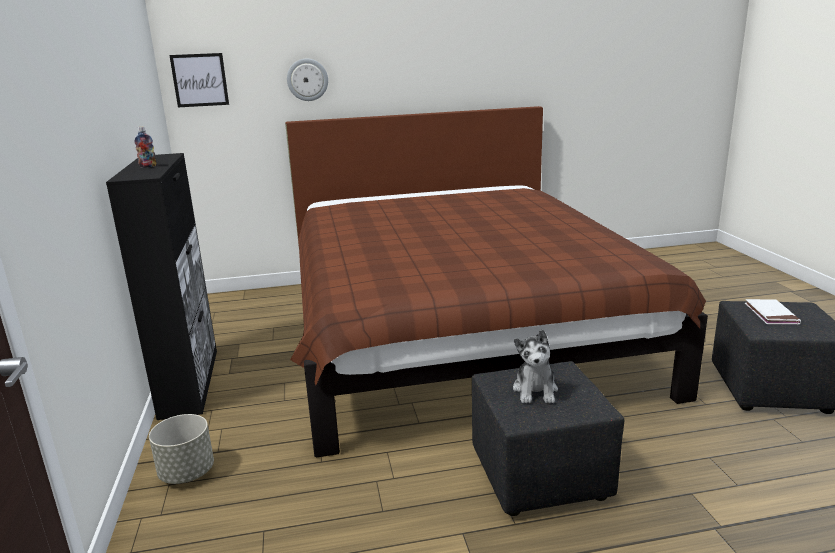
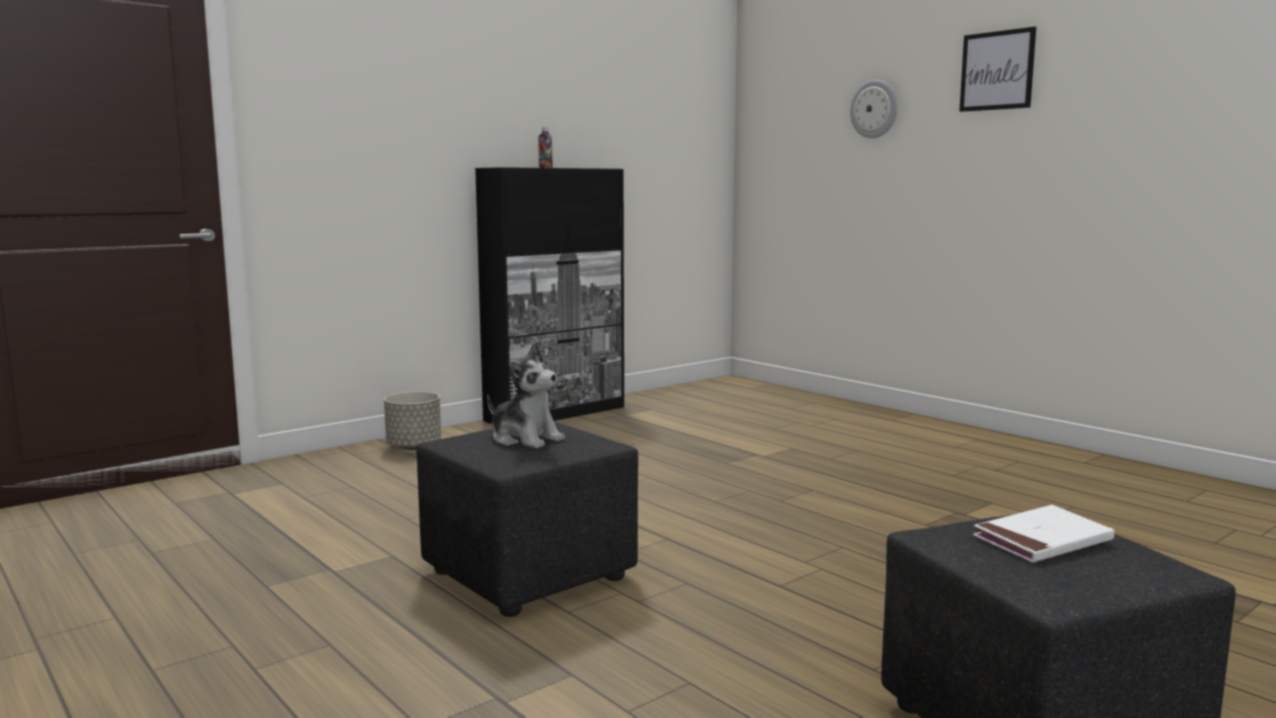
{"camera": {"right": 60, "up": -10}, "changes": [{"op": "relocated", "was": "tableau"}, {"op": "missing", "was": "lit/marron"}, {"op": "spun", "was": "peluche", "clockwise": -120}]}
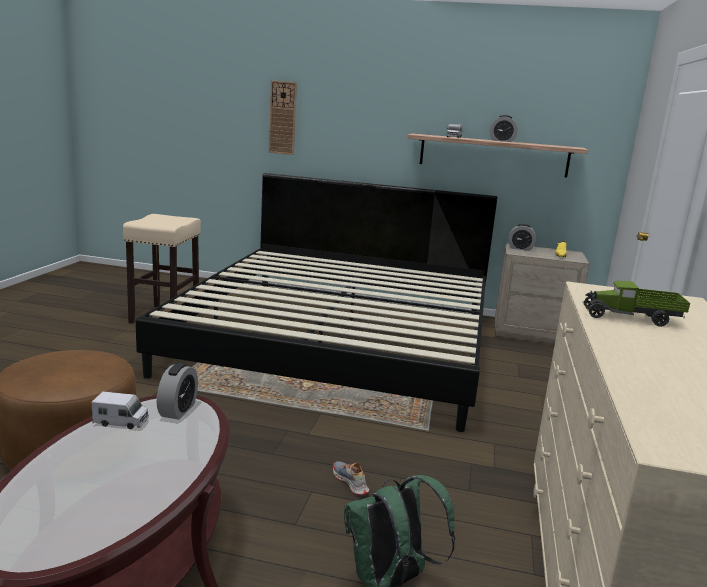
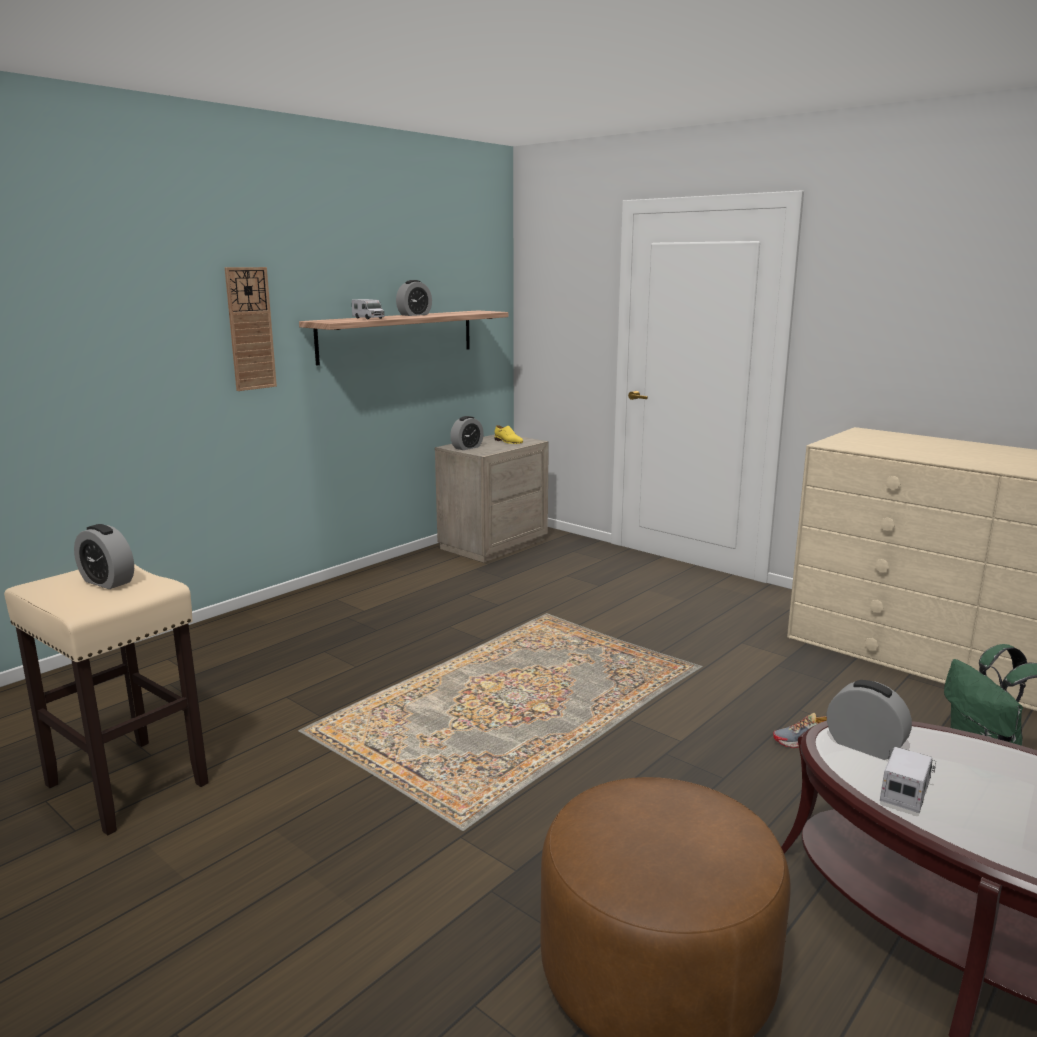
{"camera": {"right": -60, "up": 0}, "changes": [{"op": "missing", "was": "lit"}, {"op": "relocated", "was": "horloge murale"}, {"op": "missing", "was": "camion jouet (no. 3 from left)"}, {"op": "appeared", "now": "réveil (no. 1 from left)"}]}
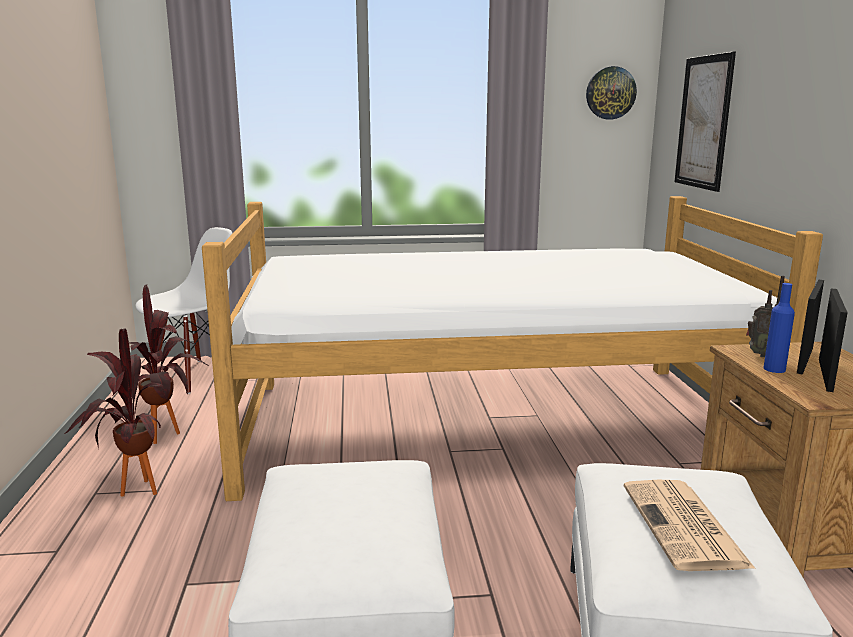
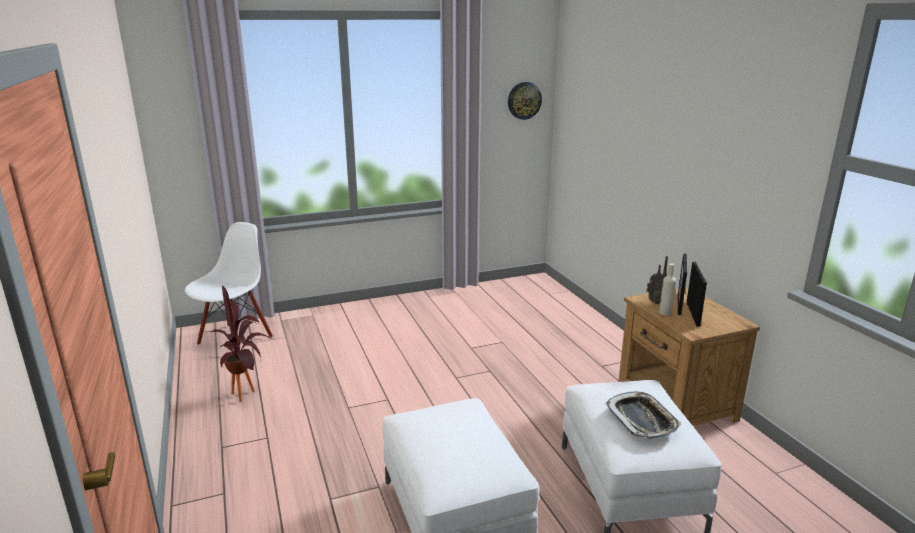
{"camera": {"right": -15, "up": 5}, "changes": [{"op": "missing", "was": "plante en pot (no. 1 from left)"}, {"op": "missing", "was": "lit"}, {"op": "exchanged", "was": "journal", "now": "plateau"}, {"op": "missing", "was": "tableau"}, {"op": "colour", "was": "bouteille/bleu", "now": "bouteille/beige"}]}
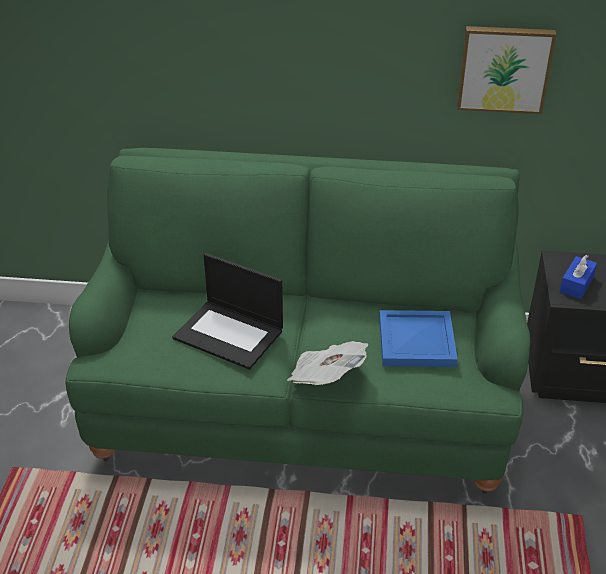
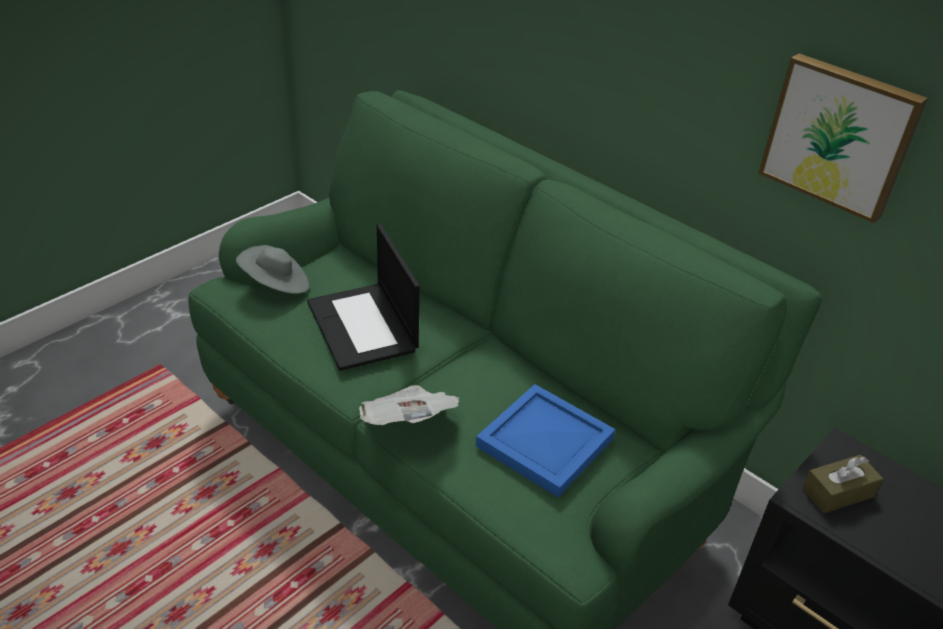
{"camera": {"right": 35, "up": 0}, "changes": [{"op": "colour", "was": "boîte à mouchoirs/bleu", "now": "boîte à mouchoirs/marron"}, {"op": "appeared", "now": "chapeau/gris"}]}
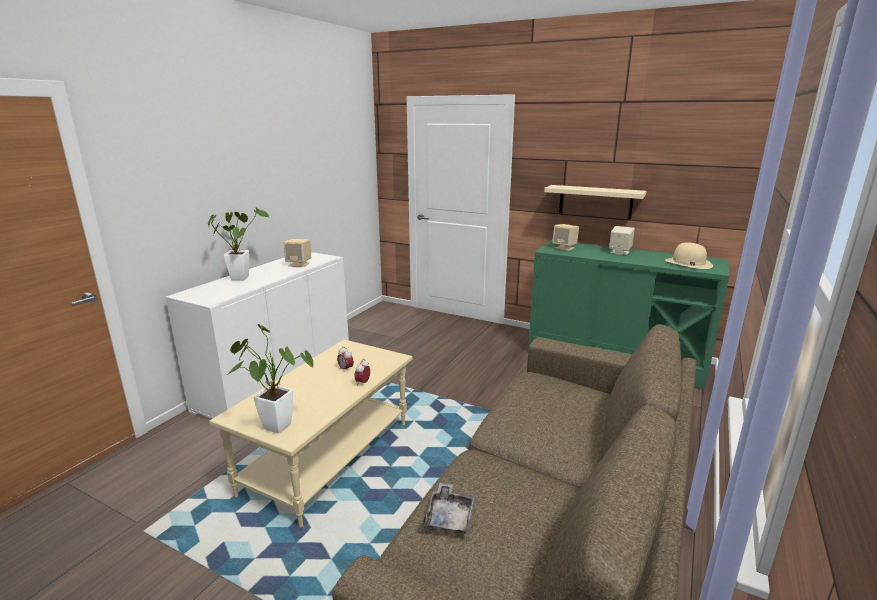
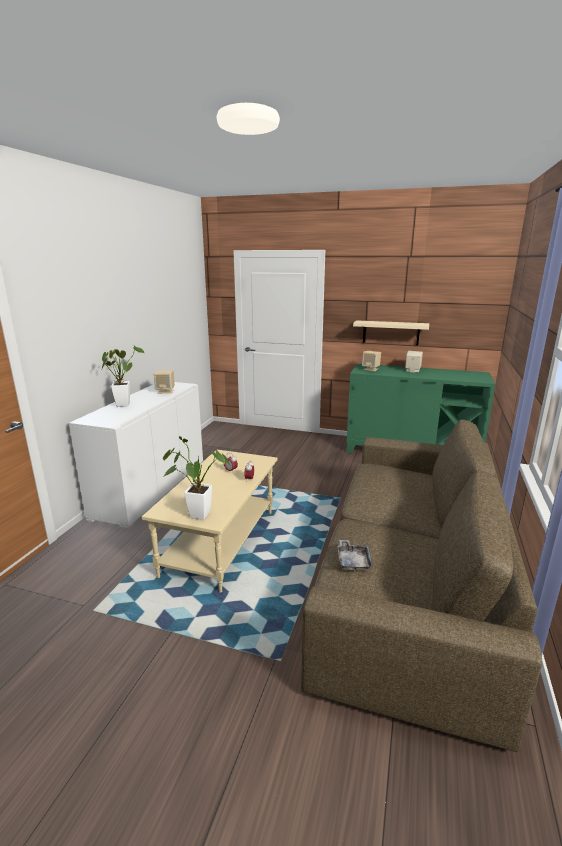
{"camera": {"right": -10, "up": 0}, "changes": [{"op": "missing", "was": "chapeau/beige"}]}
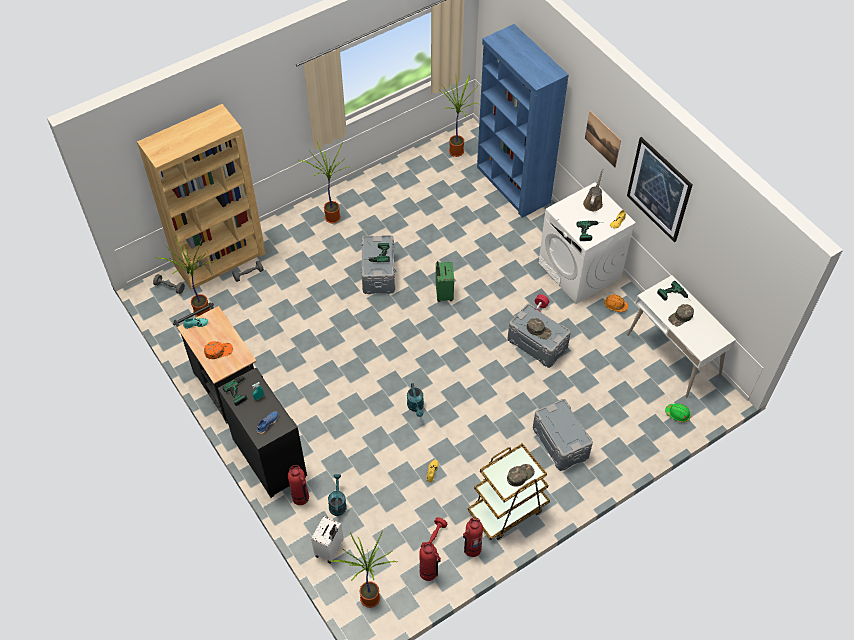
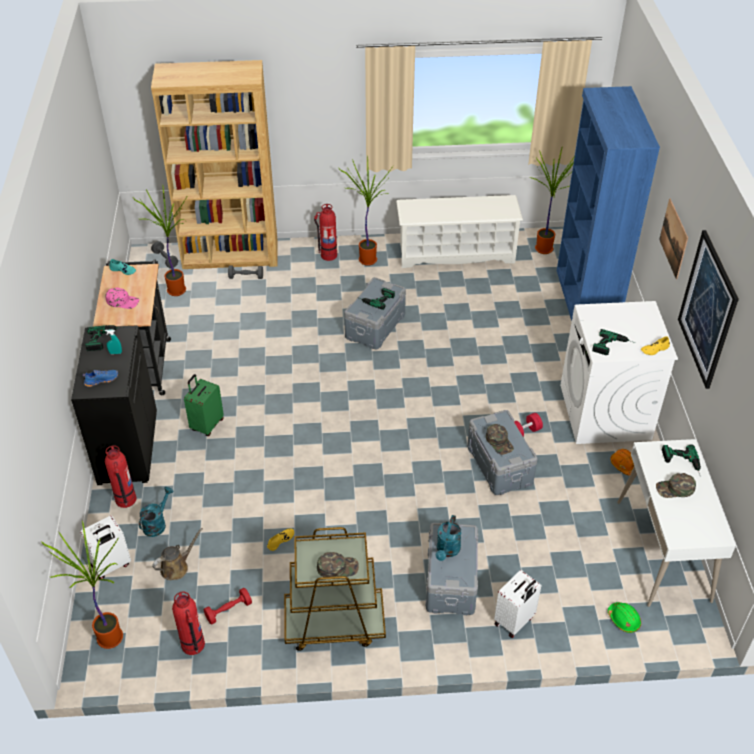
{"camera": {"right": 30, "up": -10}, "changes": [{"op": "colour", "was": "casquette/orange", "now": "casquette/rose"}, {"op": "relocated", "was": "arrosoir/turquoise (no. 2 from left)"}, {"op": "relocated", "was": "valise/vert"}, {"op": "relocated", "was": "extincteur (no. 3 from left)"}, {"op": "relocated", "was": "arrosoir/marron"}, {"op": "appeared", "now": "étagère à chaussures/blanc"}, {"op": "appeared", "now": "valise/blanc (no. 2 from left)"}]}
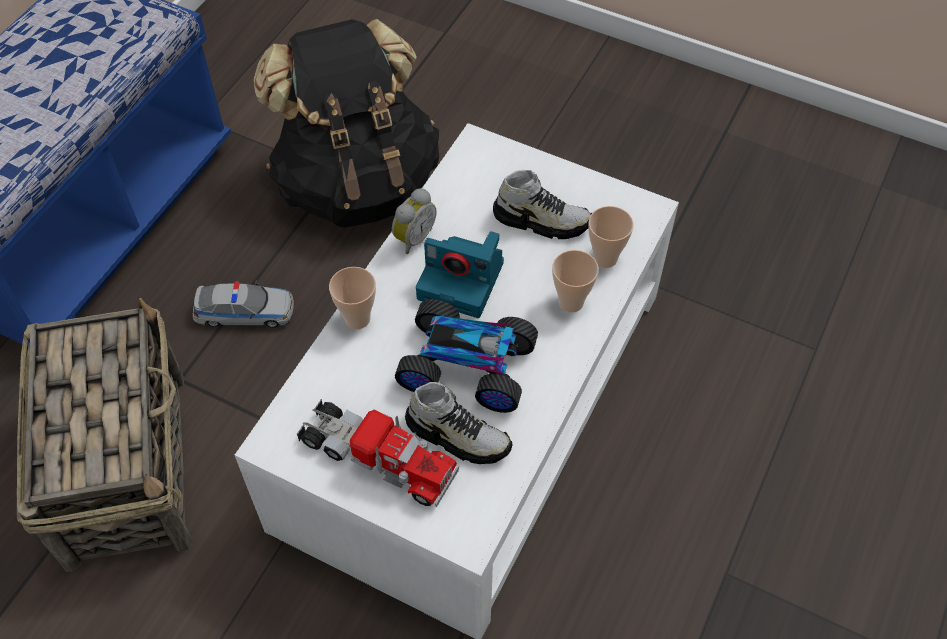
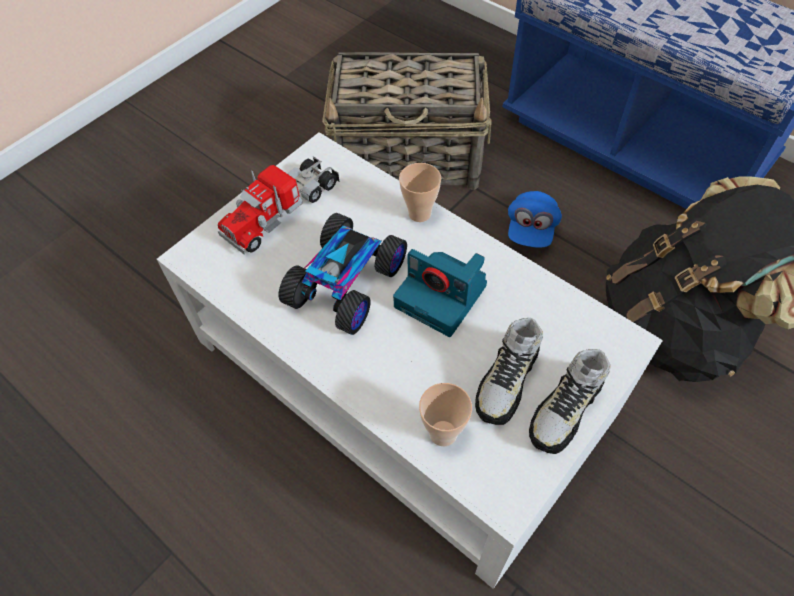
{"camera": {"right": 105, "up": 0}, "changes": [{"op": "exchanged", "was": "petite voiture (no. 1 from left)", "now": "casquette/bleu"}, {"op": "missing", "was": "réveil"}, {"op": "relocated", "was": "chaussure (no. 1 from left in the first image)", "now": "chaussure (no. 2 from left)"}, {"op": "spun", "was": "appareil photo", "clockwise": -90}, {"op": "missing", "was": "tasse (no. 2 from left)"}]}
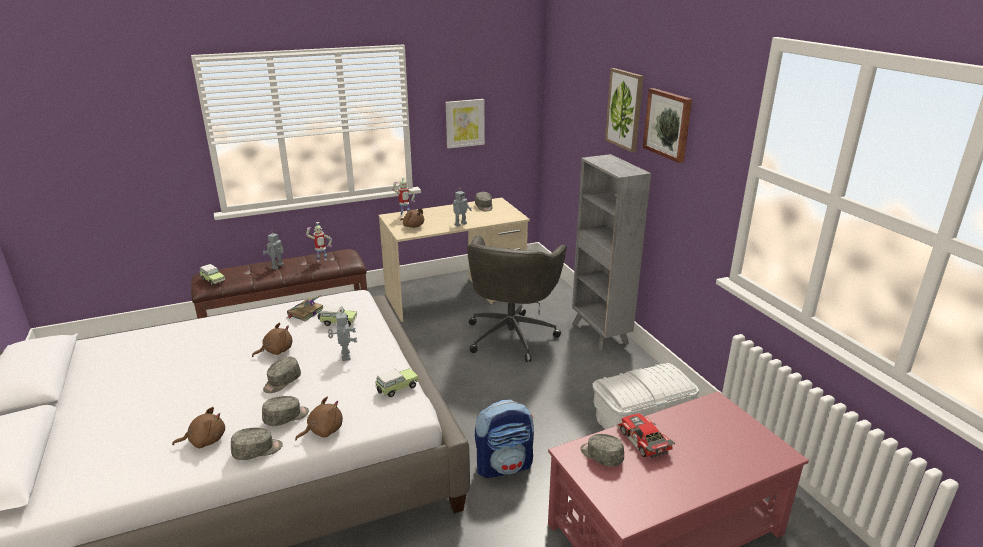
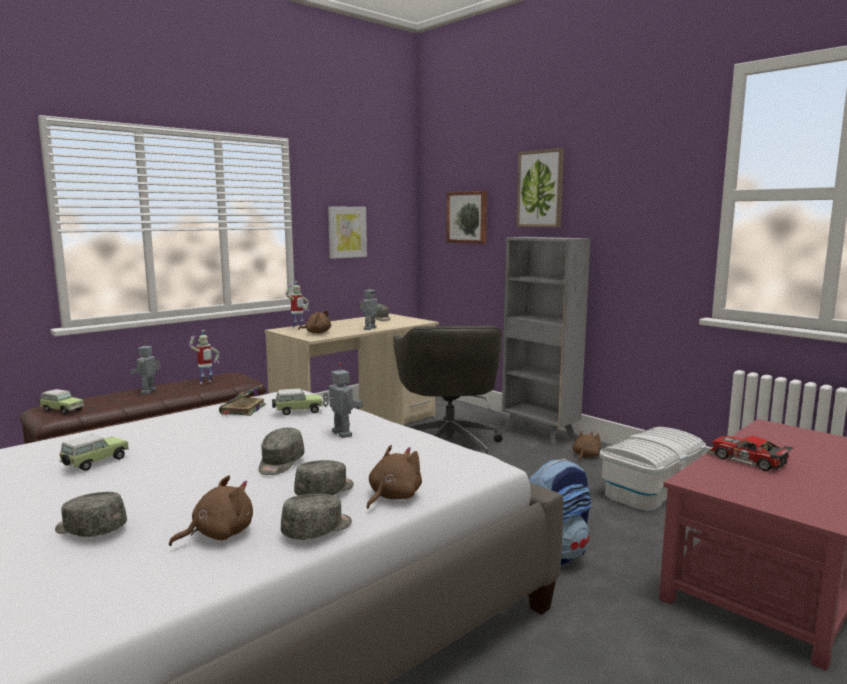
{"camera": {"right": -20, "up": -15}, "changes": [{"op": "relocated", "was": "peluche/marron (no. 2 from left in the first image)", "now": "peluche/marron (no. 4 from left)"}, {"op": "relocated", "was": "petite voiture (no. 3 from left in the first image)", "now": "petite voiture (no. 2 from left)"}, {"op": "relocated", "was": "casquette/gris (no. 5 from left in the first image)", "now": "casquette/gris (no. 1 from left)"}, {"op": "relocated", "was": "tableau (no. 3 from left in the first image)", "now": "tableau (no. 2 from left)"}]}
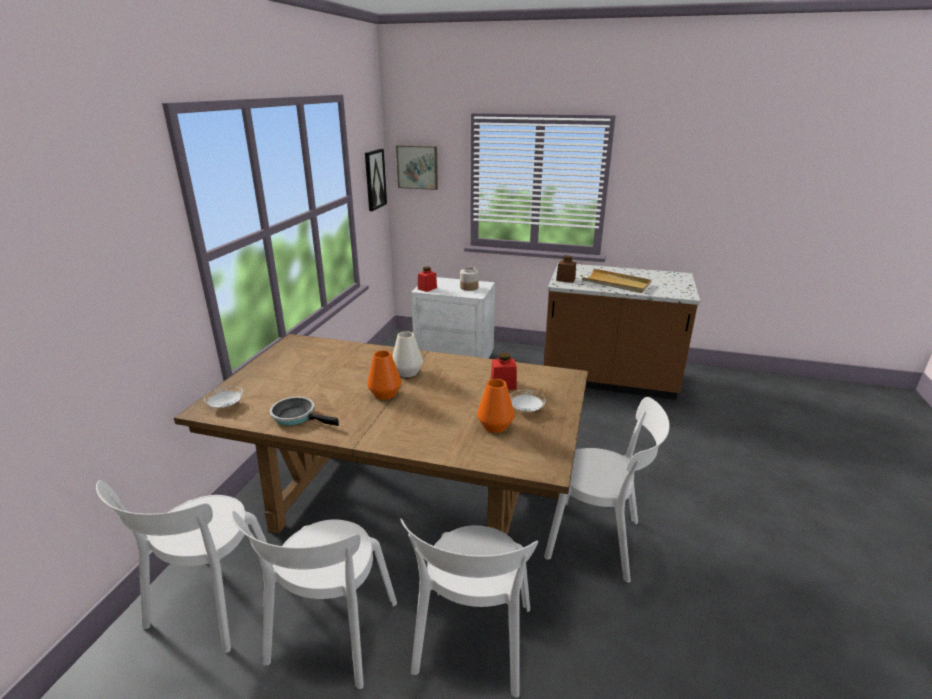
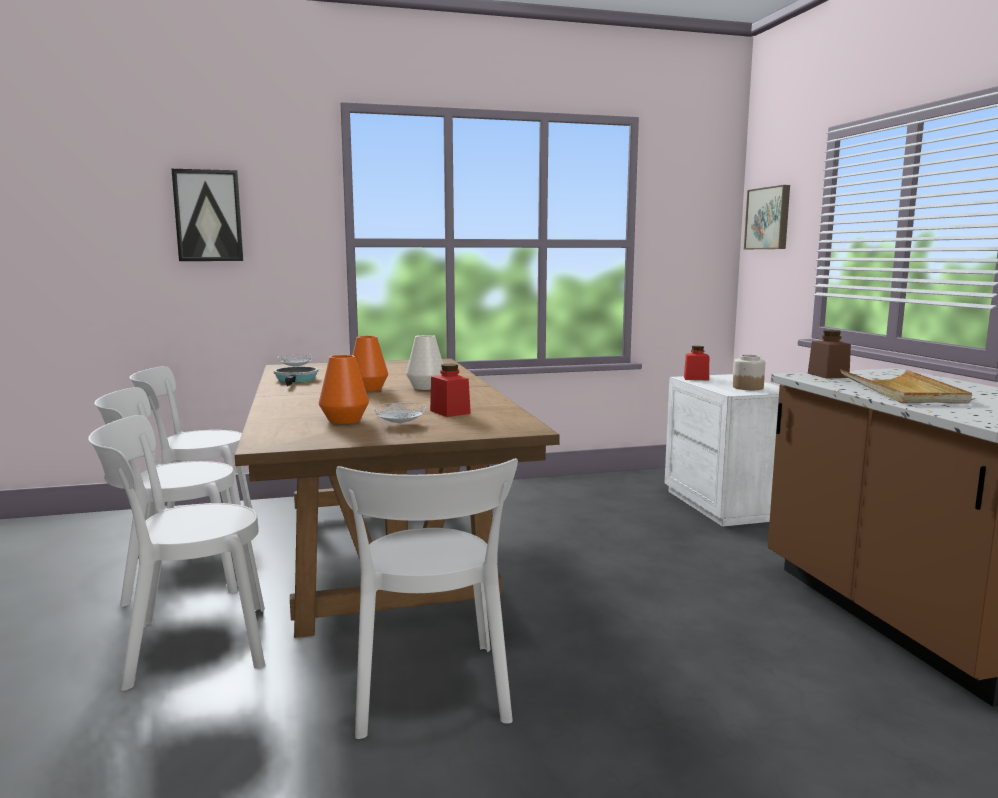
{"camera": {"right": 60, "up": -15}, "changes": [{"op": "relocated", "was": "tableau (no. 1 from left)"}]}
